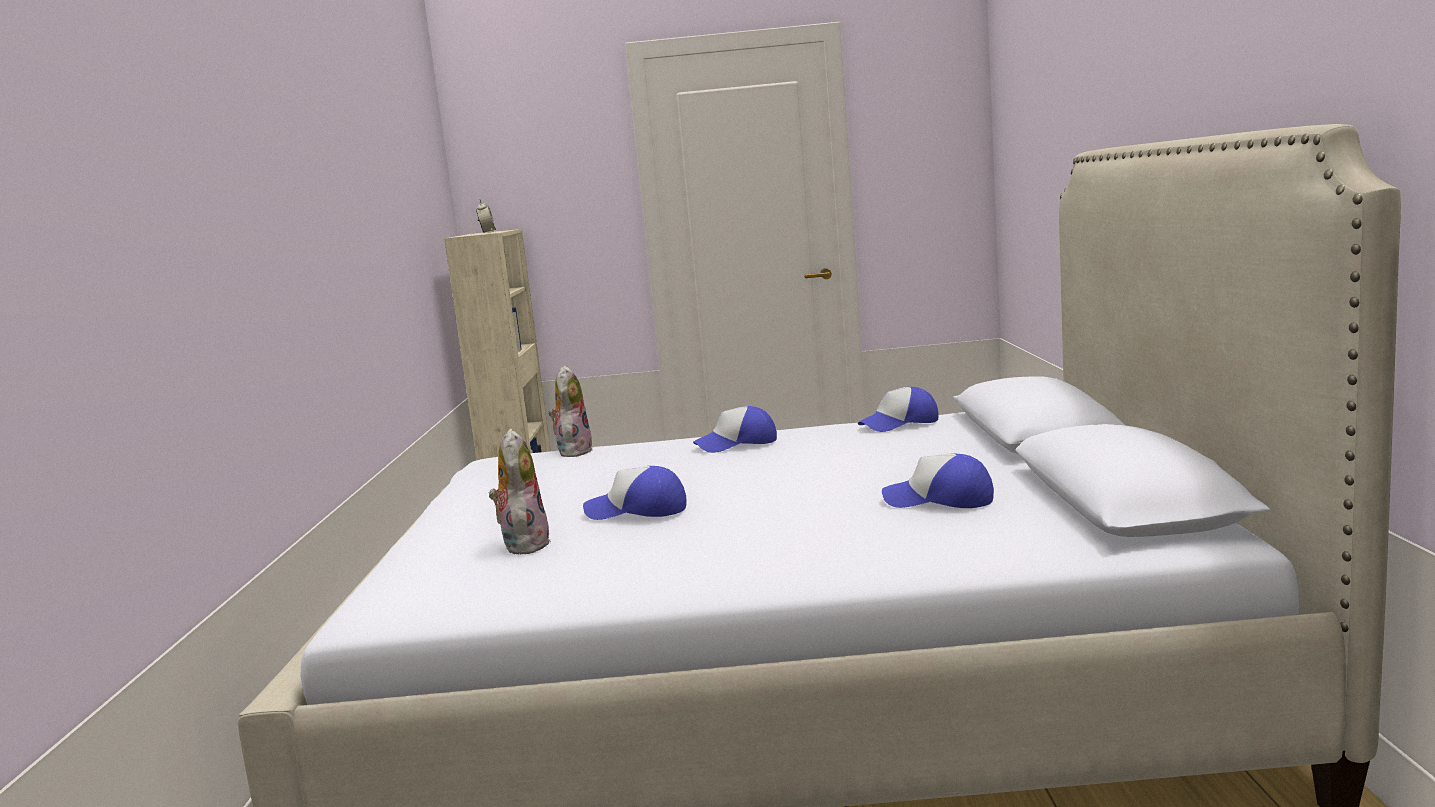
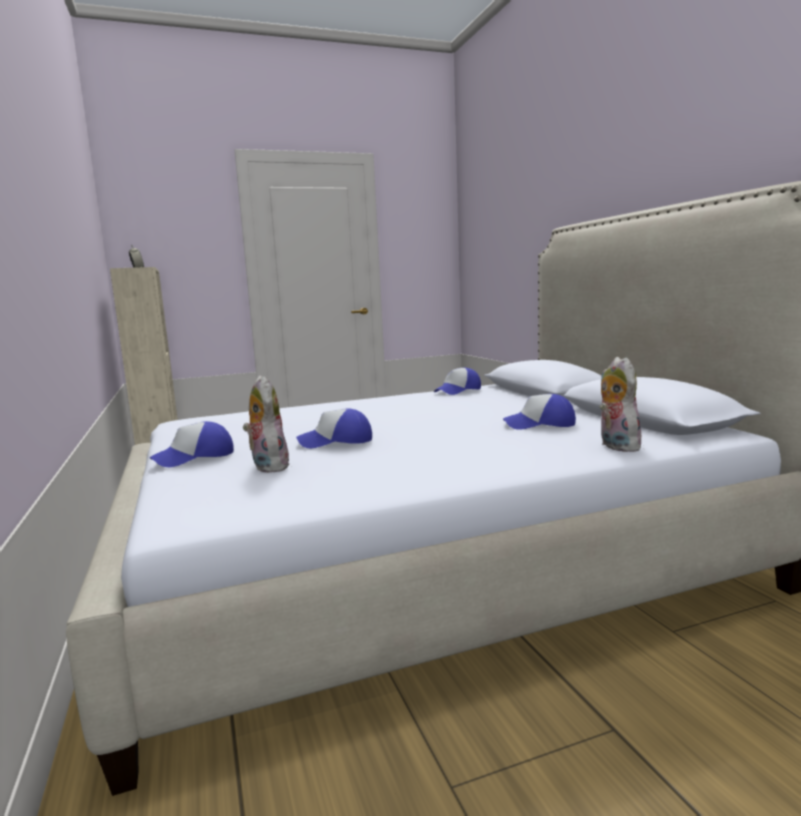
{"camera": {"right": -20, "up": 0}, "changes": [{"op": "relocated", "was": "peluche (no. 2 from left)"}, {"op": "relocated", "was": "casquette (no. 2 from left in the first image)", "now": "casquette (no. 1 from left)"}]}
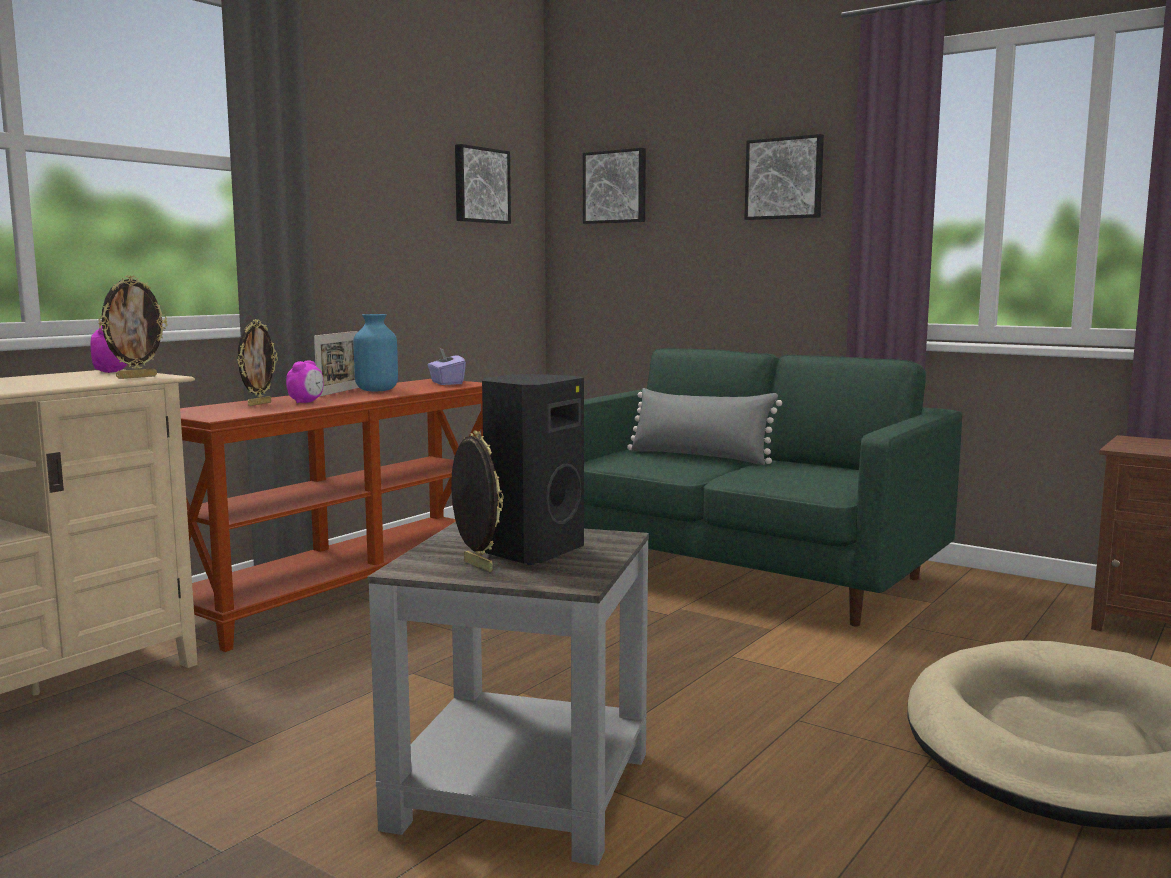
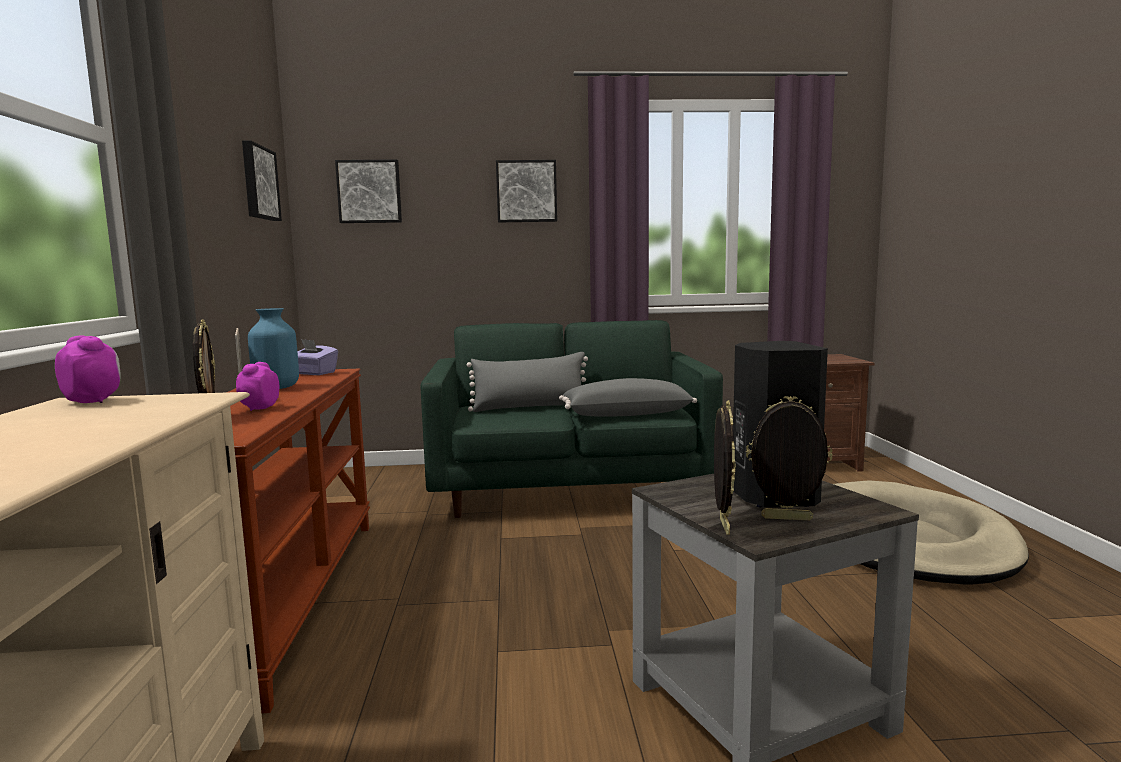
{"camera": {"right": -40, "up": 0}, "changes": [{"op": "relocated", "was": "cadre photo (no. 1 from left in the first image)", "now": "cadre photo (no. 3 from left)"}, {"op": "spun", "was": "réveil (no. 2 from left)", "clockwise": -150}, {"op": "appeared", "now": "coussin/gris (no. 2 from left)"}]}
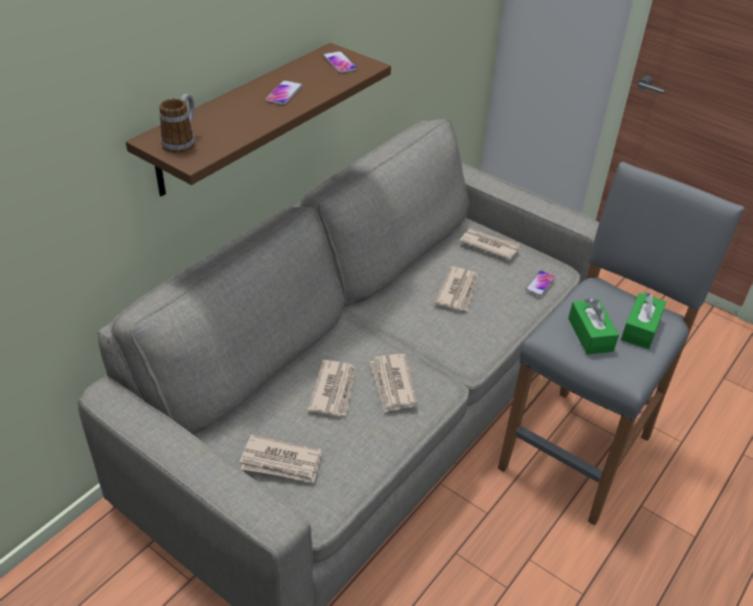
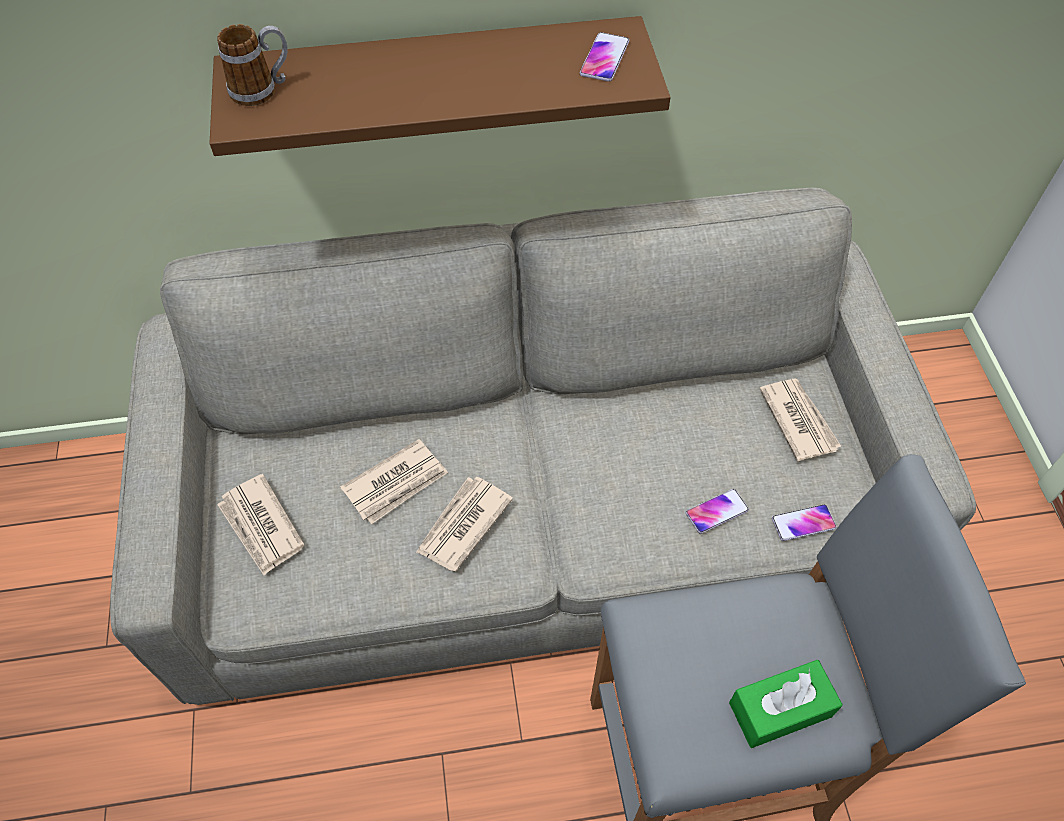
{"camera": {"right": 45, "up": 15}, "changes": [{"op": "relocated", "was": "téléphone (no. 1 from left in the first image)", "now": "téléphone (no. 2 from left)"}, {"op": "missing", "was": "journal (no. 4 from left)"}, {"op": "missing", "was": "boîte à mouchoirs/vert (no. 1 from left)"}]}
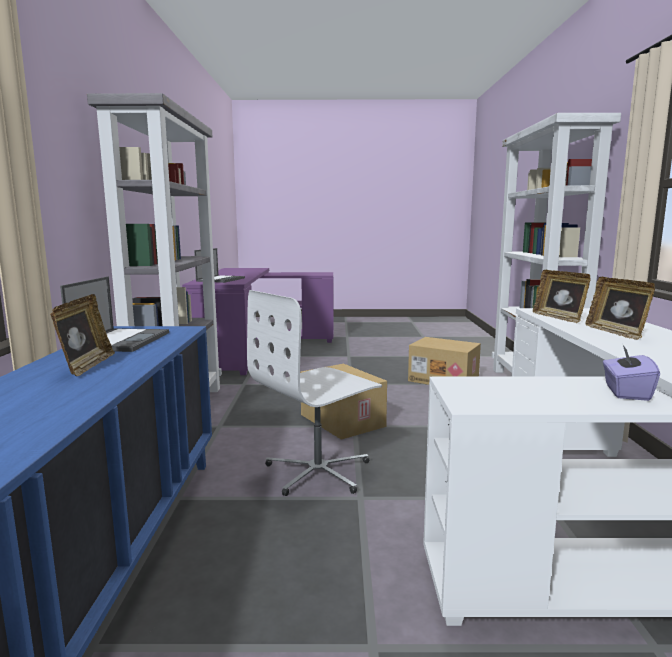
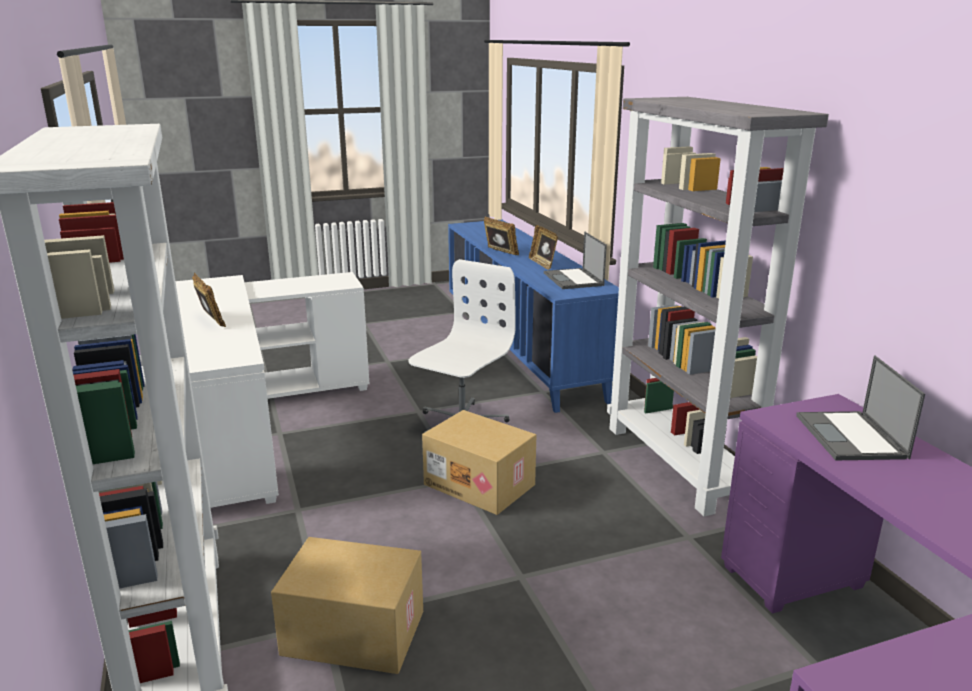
{"camera": {"right": 160, "up": 10}, "changes": [{"op": "relocated", "was": "cadre photo (no. 2 from left)"}, {"op": "missing", "was": "boîte à mouchoirs/violet"}]}
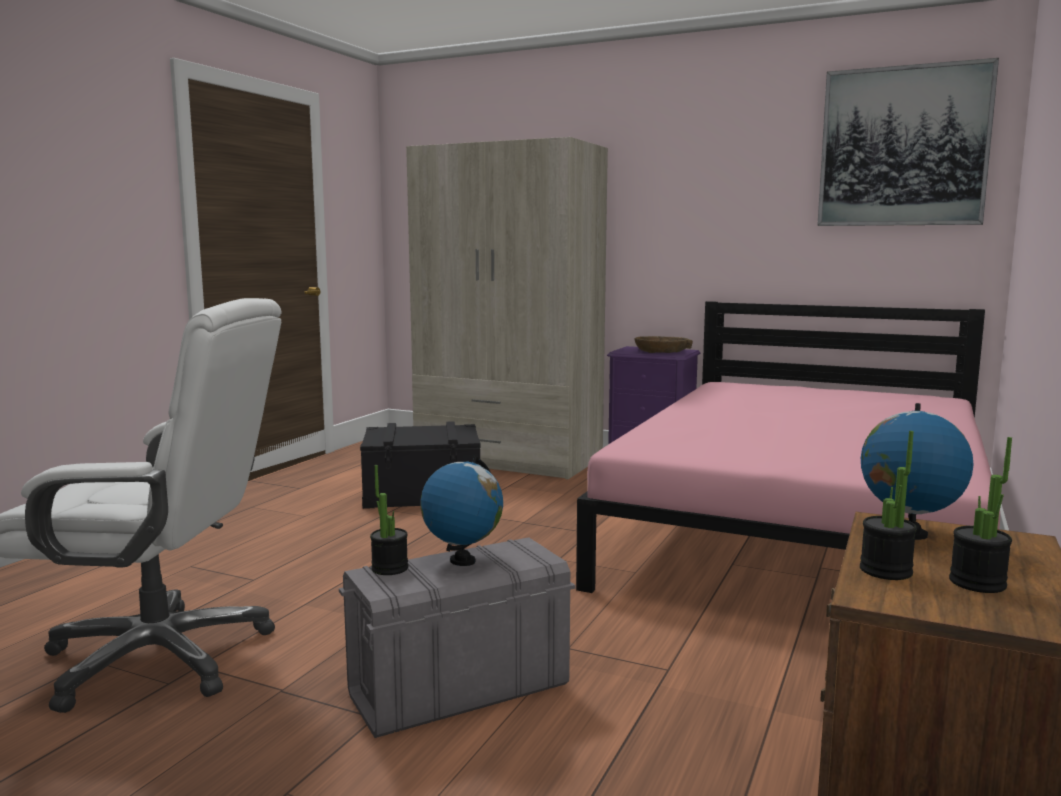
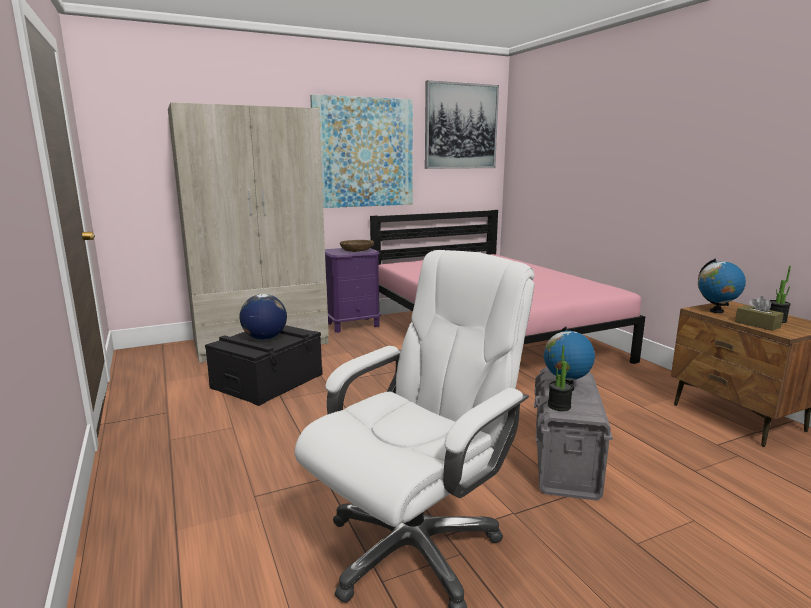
{"camera": {"right": -50, "up": 5}, "changes": [{"op": "exchanged", "was": "plante en pot (no. 2 from left)", "now": "boîte à mouchoirs/marron"}, {"op": "appeared", "now": "globe (no. 1 from left)"}, {"op": "appeared", "now": "tableau (no. 1 from left)"}]}
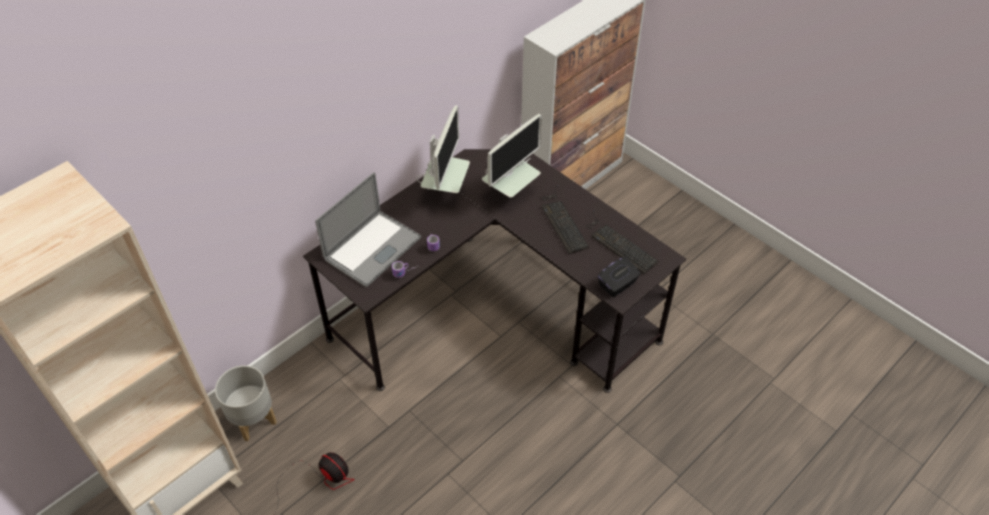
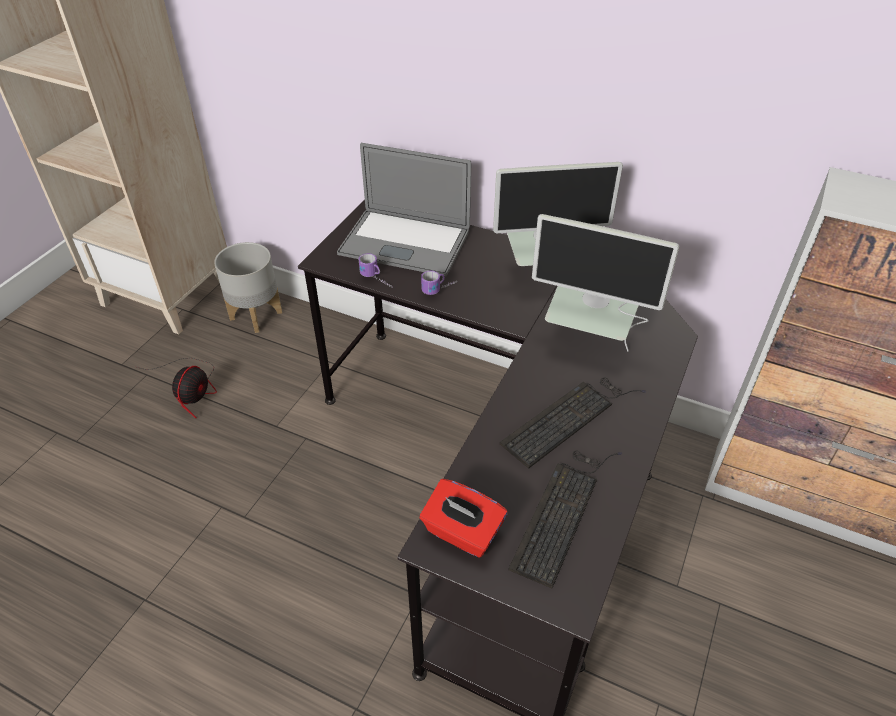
{"camera": {"right": 70, "up": -5}, "changes": [{"op": "colour", "was": "boîte à mouchoirs/noir", "now": "boîte à mouchoirs/rouge"}]}
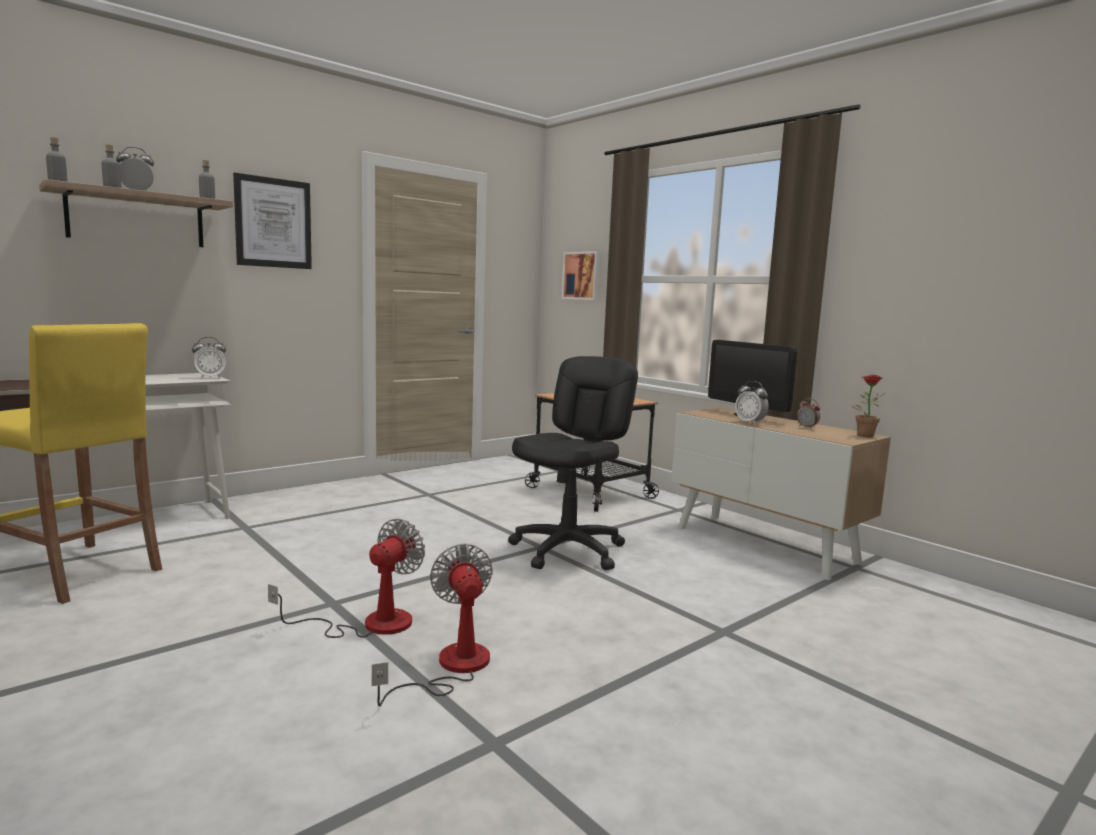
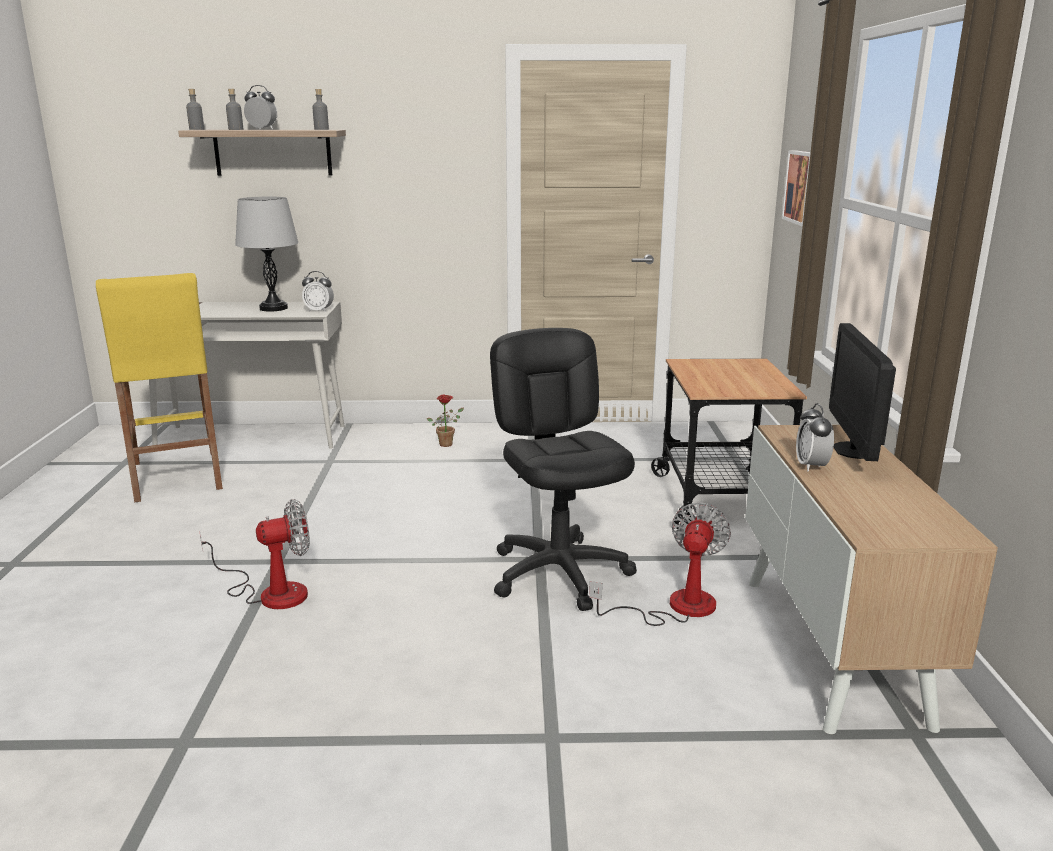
{"camera": {"right": 40, "up": 10}, "changes": [{"op": "missing", "was": "tableau (no. 1 from left)"}, {"op": "relocated", "was": "ventilateur (no. 2 from left)"}, {"op": "spun", "was": "chaise de bureau/noir", "clockwise": -90}, {"op": "missing", "was": "réveil (no. 4 from left)"}, {"op": "relocated", "was": "plante en pot"}, {"op": "appeared", "now": "lampe de table/gris"}]}
